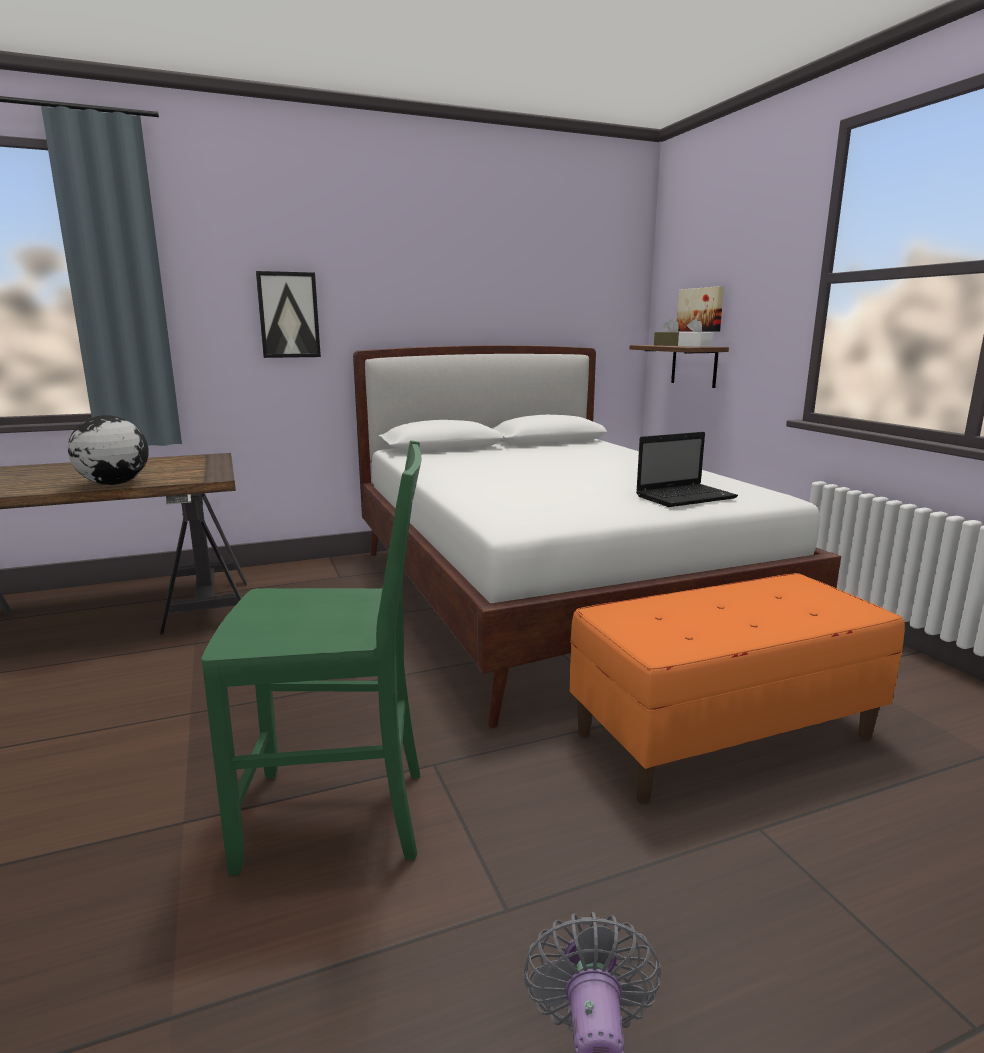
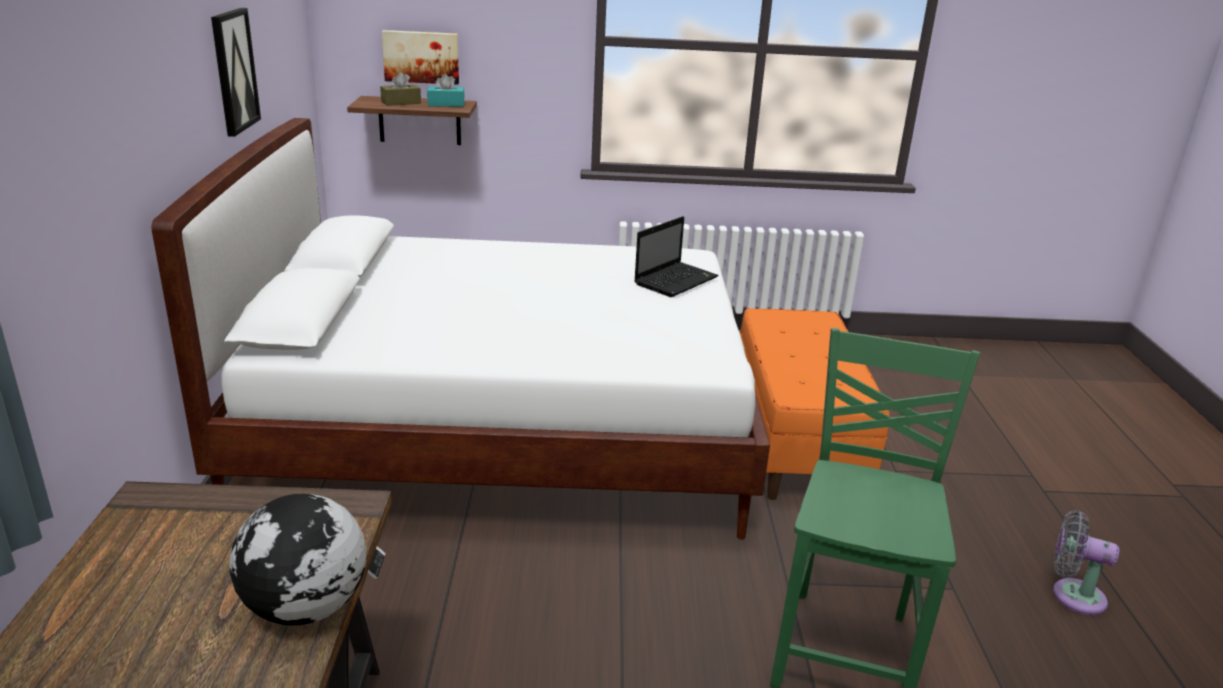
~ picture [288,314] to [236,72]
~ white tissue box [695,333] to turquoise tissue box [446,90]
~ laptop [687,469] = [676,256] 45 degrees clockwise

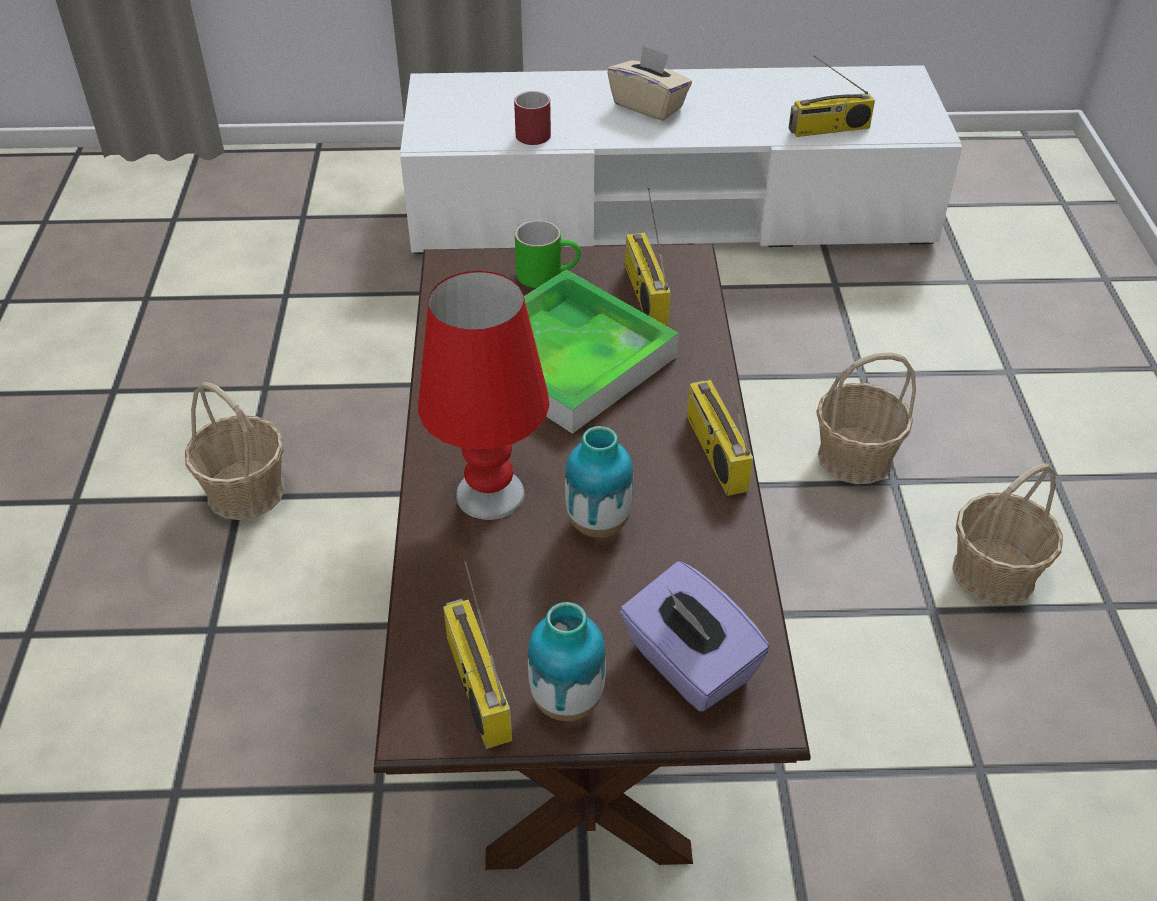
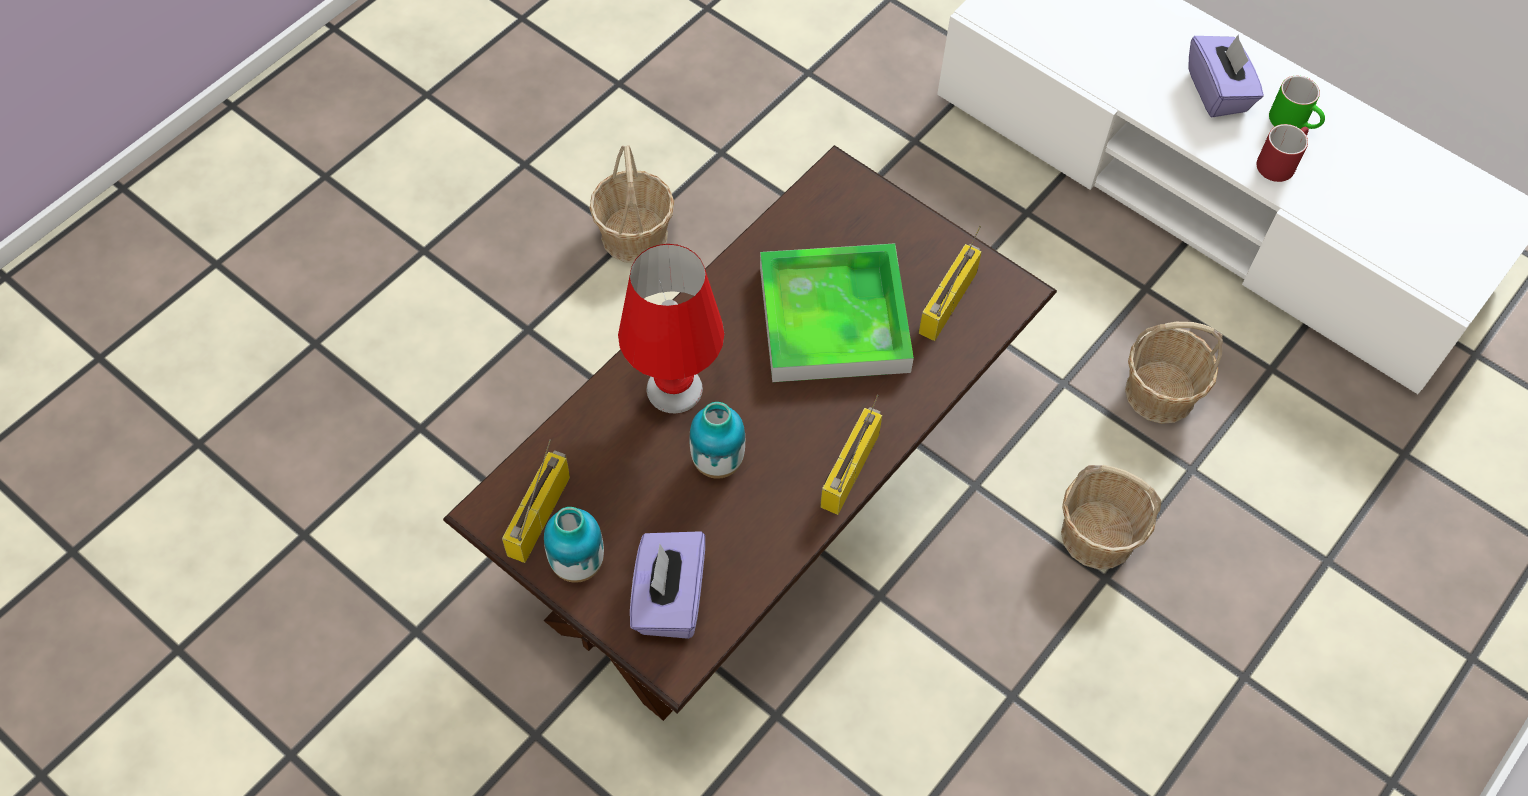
~ basket [1007,534] to [1174,373]
~ beige tissue box [649,83] to purple tissue box [1226,75]
~ red mug [532,118] to [1283,153]
~ green mug [548,254] to [1297,102]
- radio [832,96]

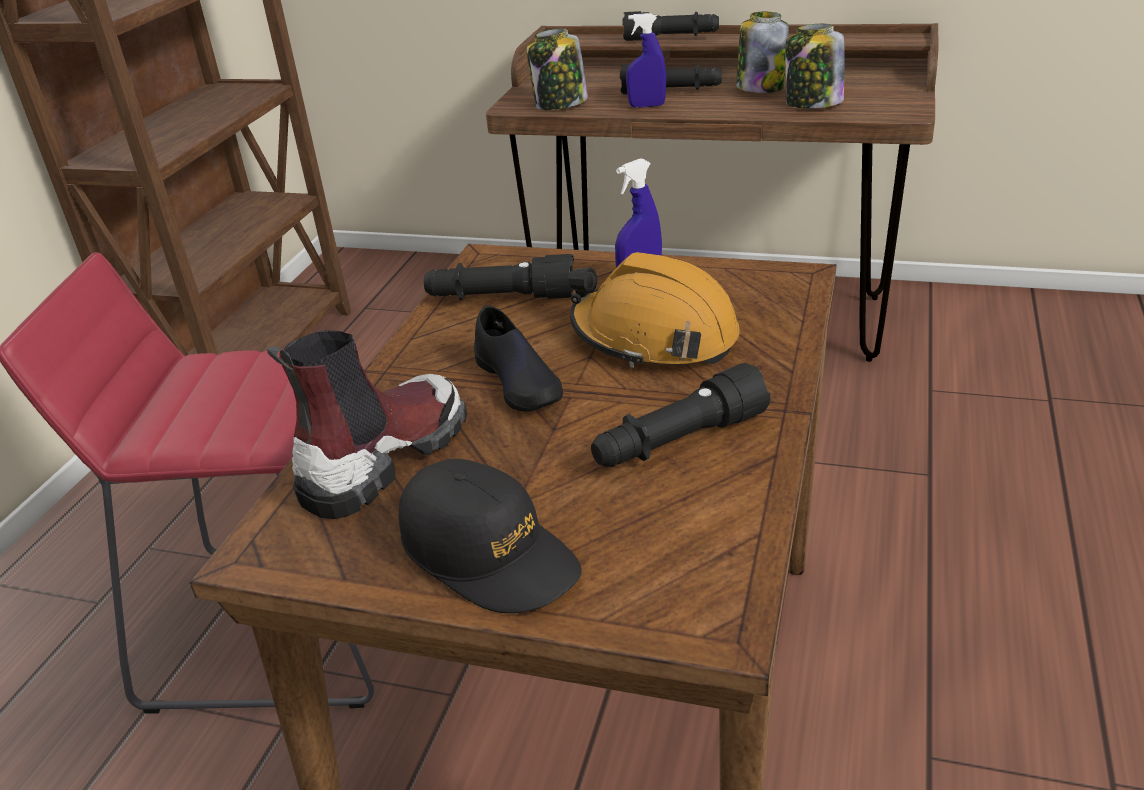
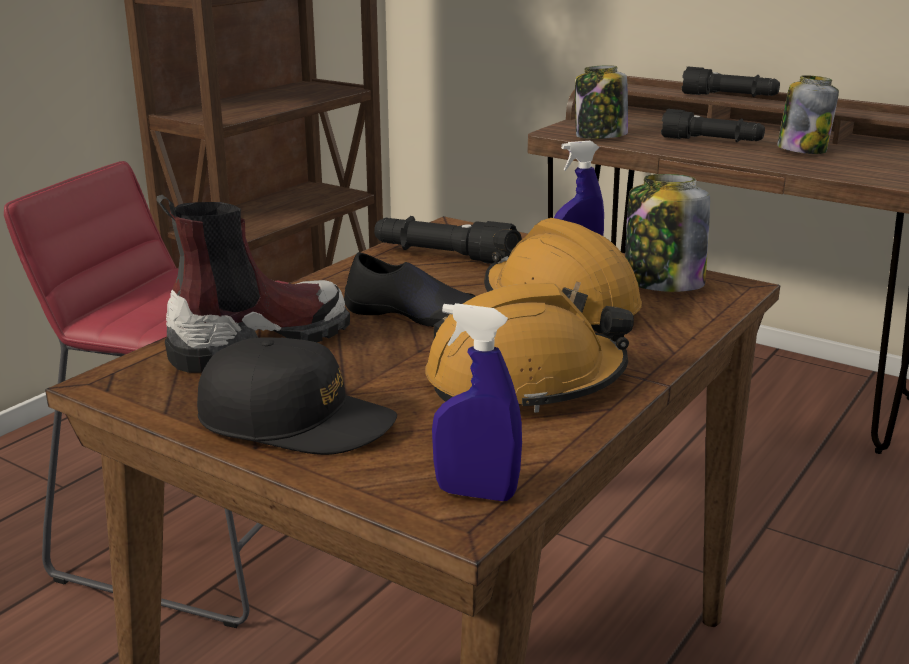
~ black cap [489,535] = [297,396] 45 degrees counterclockwise
~ black shoe [518,358] = [410,289] 60 degrees counterclockwise
~ black flashlight [680,415] to orange hard hat [529,348]
~ blue spray bottle [646,60] to [477,402]
~ jar [815,66] to [667,233]

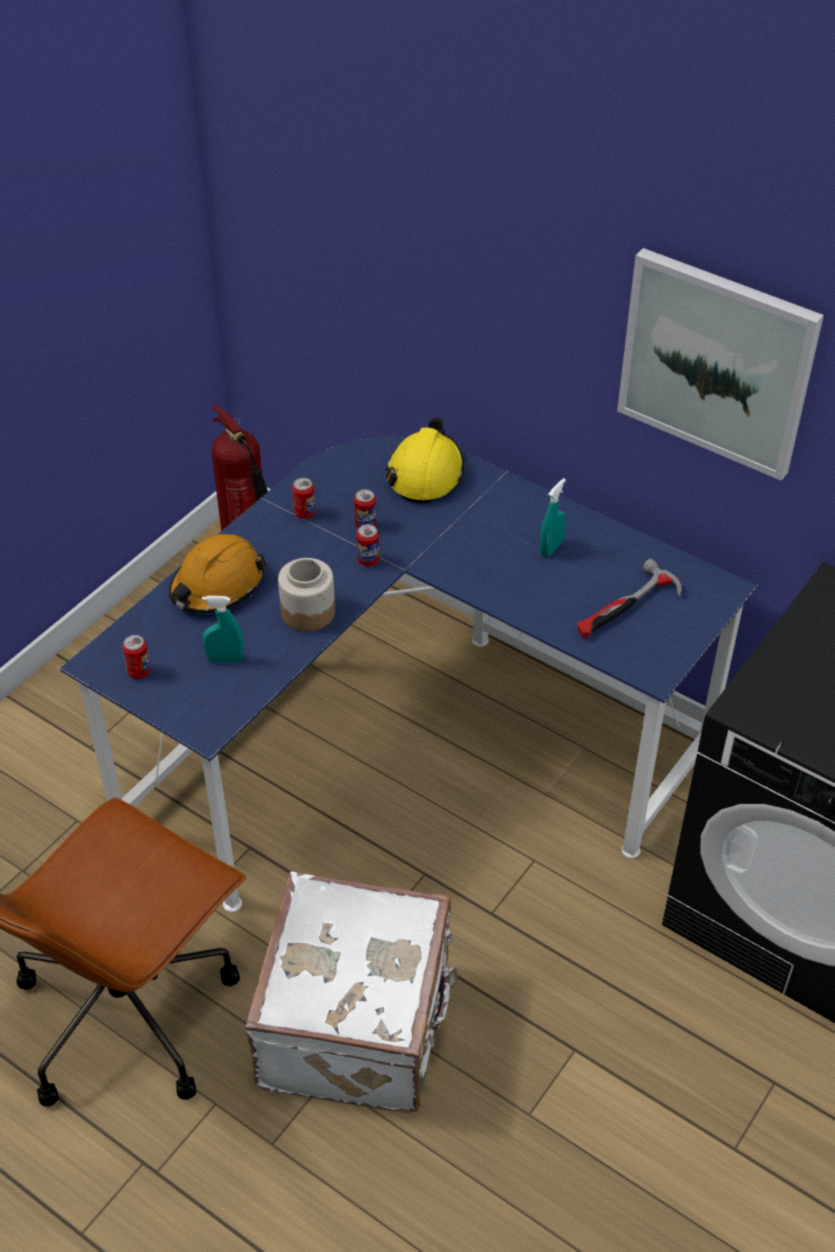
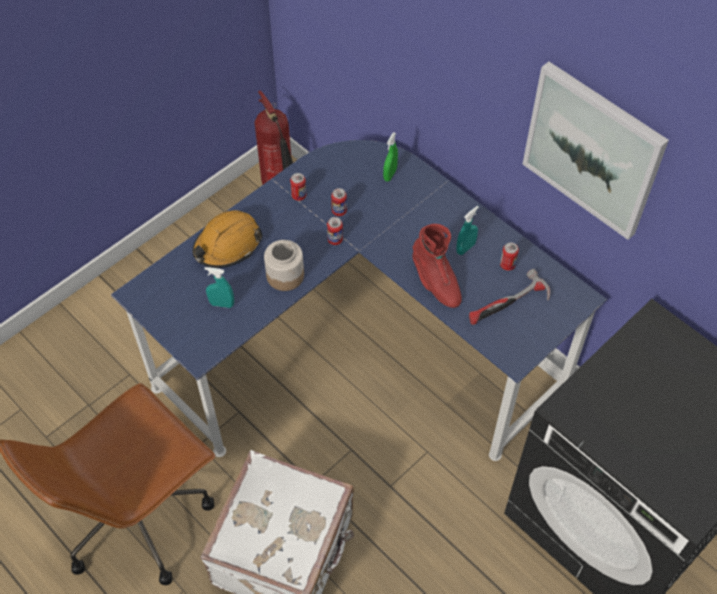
~ yellow hard hat [425,460] to green spray bottle [390,157]
+ red boot [437,266]
~ can [136,657] to [509,257]

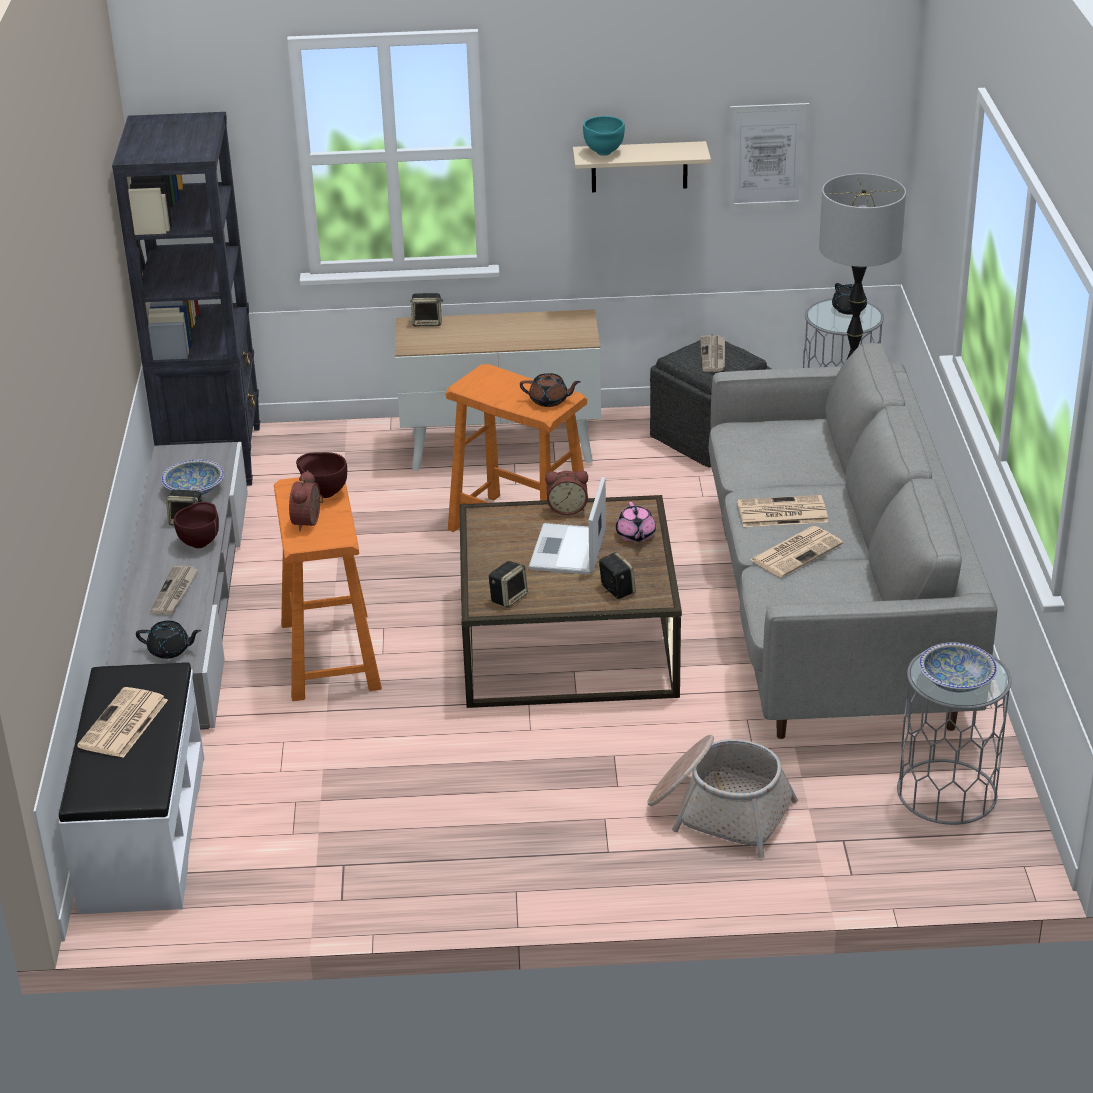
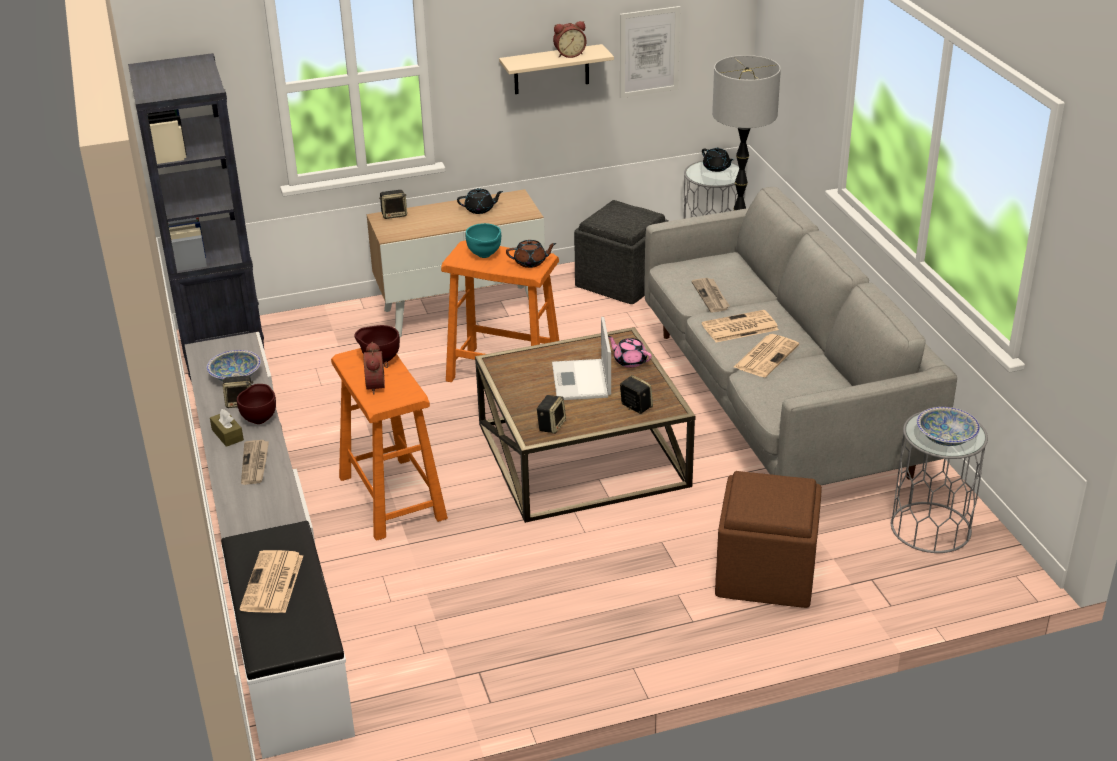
+ brown tissue box [227,428]
~ black teapot [168,639] to [480,201]
~ turquoise bowl [604,136] to [483,240]
~ alarm clock [566,492] to [569,39]
~ pink teapot [636,522] = [630,352] 150 degrees clockwise
~ newspaper [712,353] to [711,295]
~ basket [722,796] to brown ottoman [768,539]

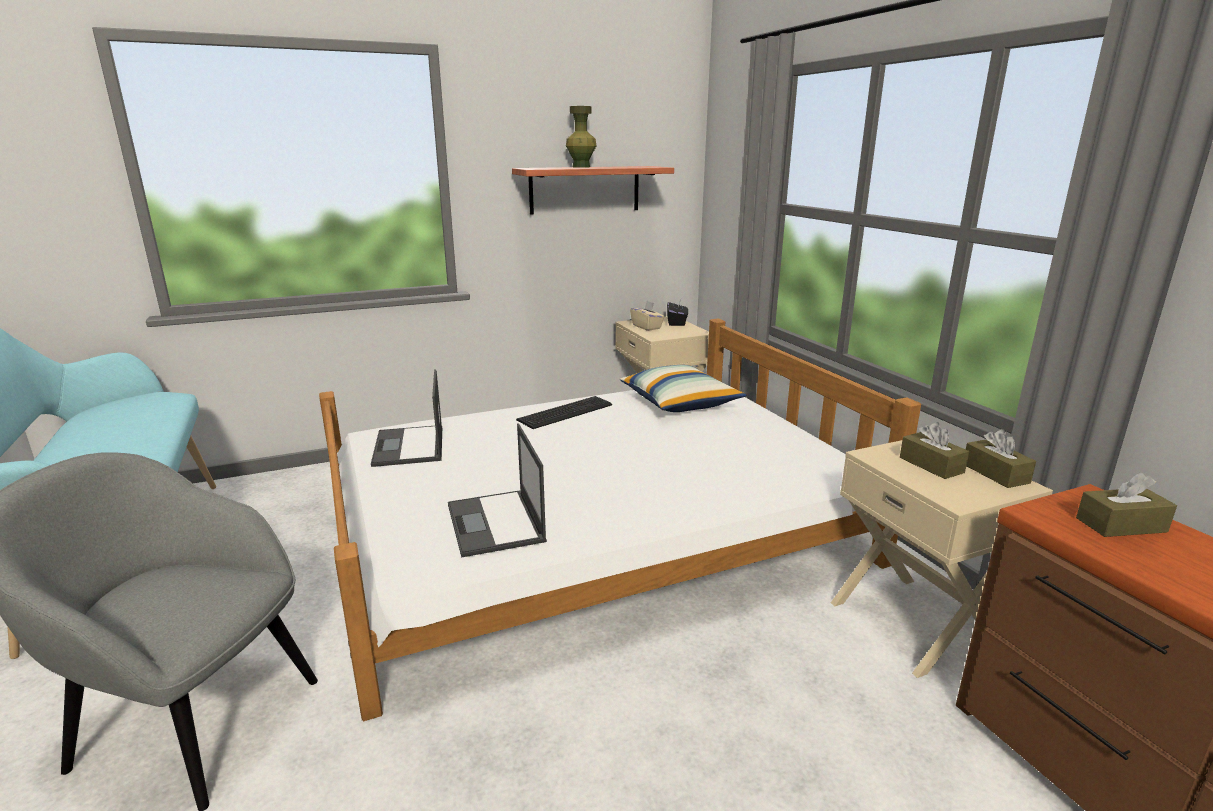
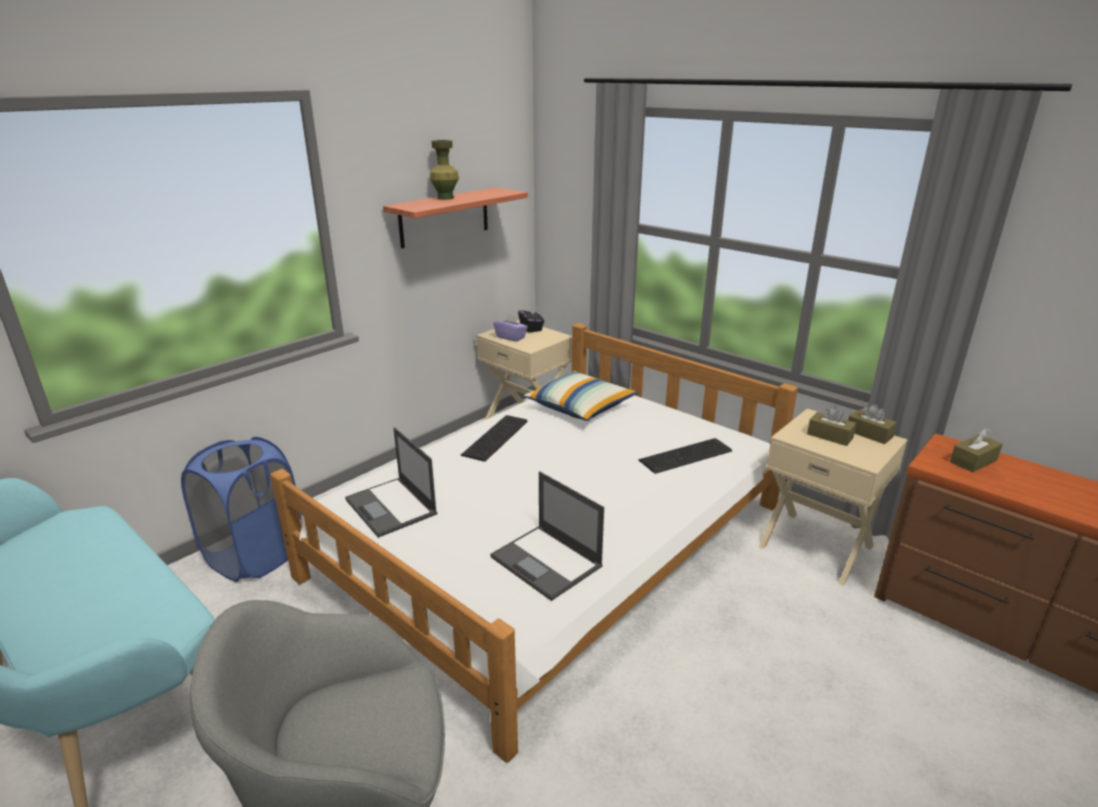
+ blue laundry basket [241,509]
~ beige tissue box [647,316] to purple tissue box [510,328]
+ keyboard [685,456]

